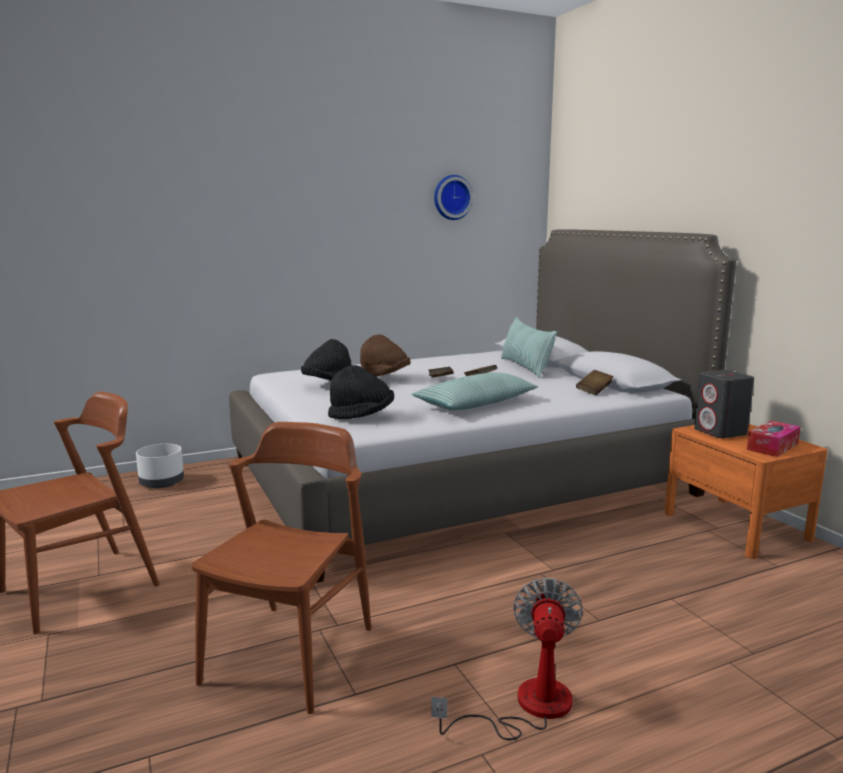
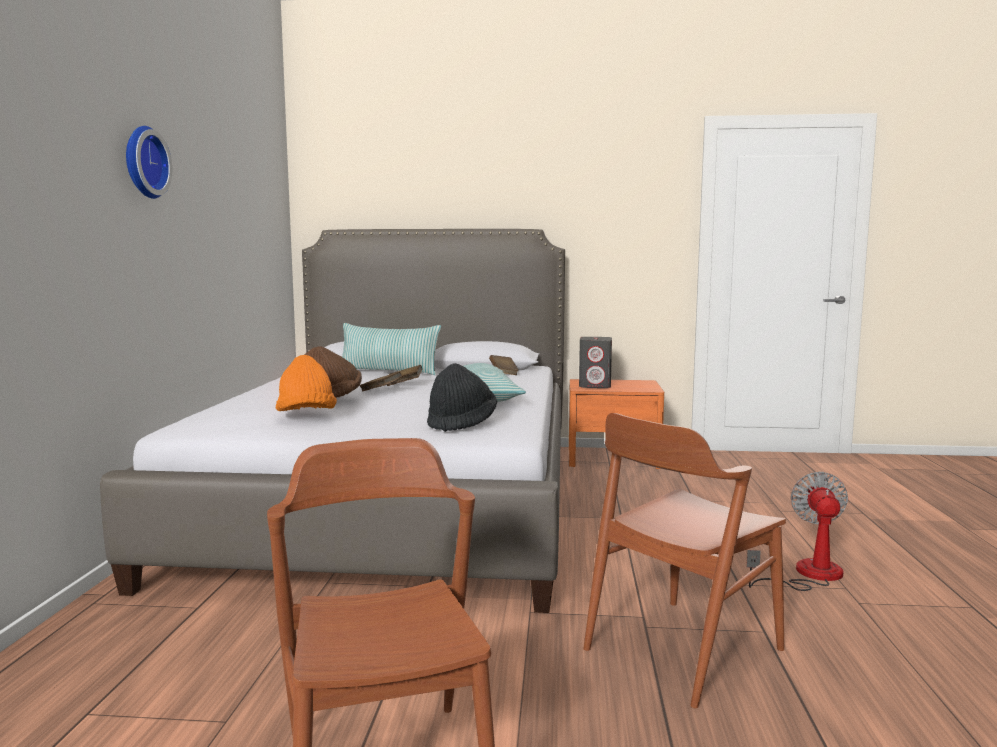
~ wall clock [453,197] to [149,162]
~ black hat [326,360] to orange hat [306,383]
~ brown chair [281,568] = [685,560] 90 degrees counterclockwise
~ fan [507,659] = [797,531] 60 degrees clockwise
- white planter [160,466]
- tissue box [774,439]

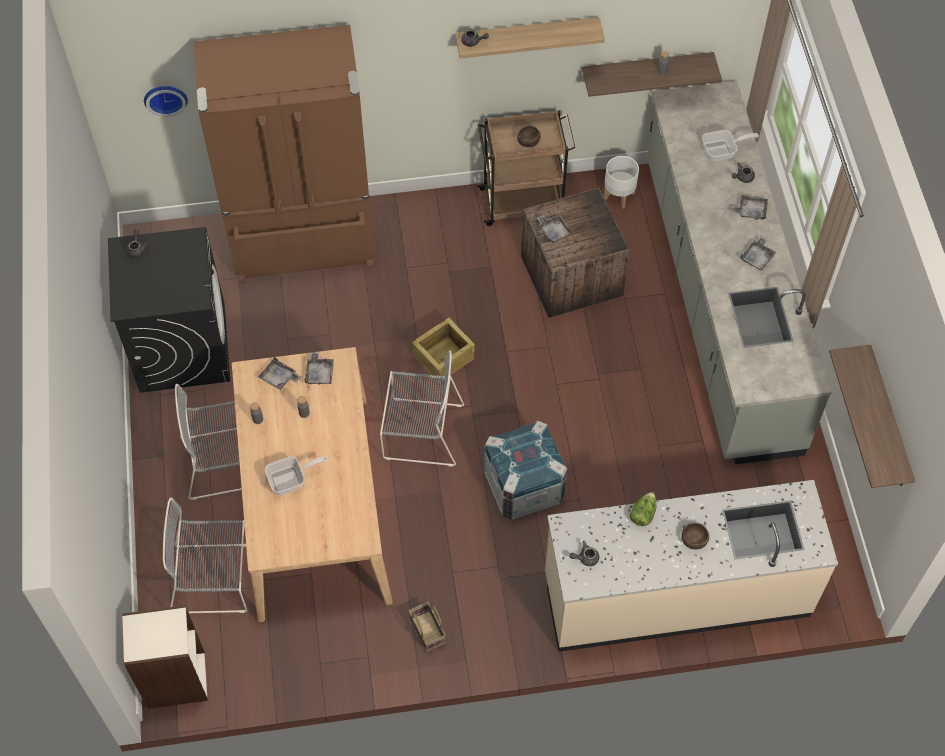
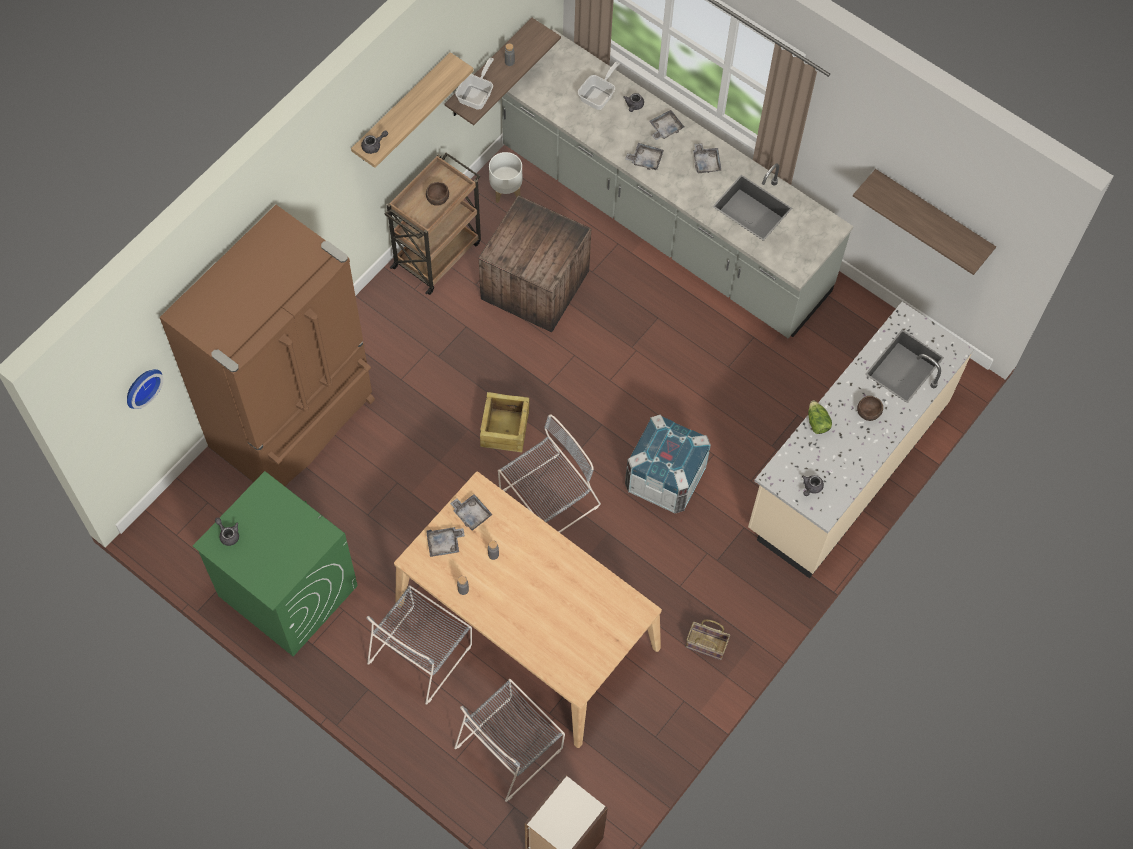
~ black washing machine [169,310] to green washing machine [275,563]
~ frying pan [296,475] to [474,84]
~ grey tray [555,228] to [644,156]

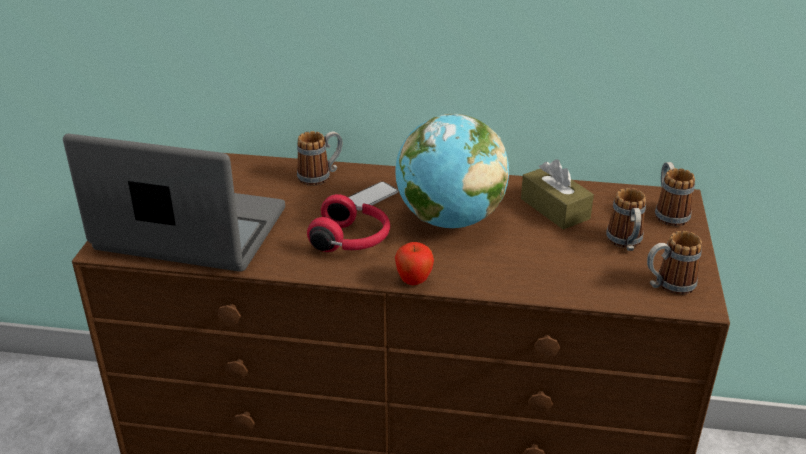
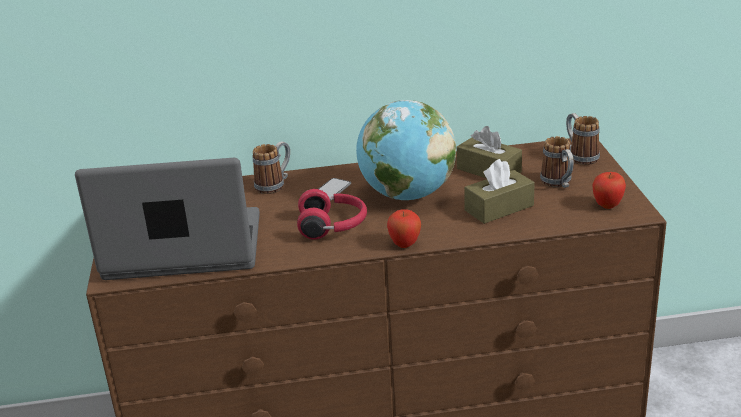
+ brown tissue box [499,191]
~ mug [674,263] to apple [609,190]

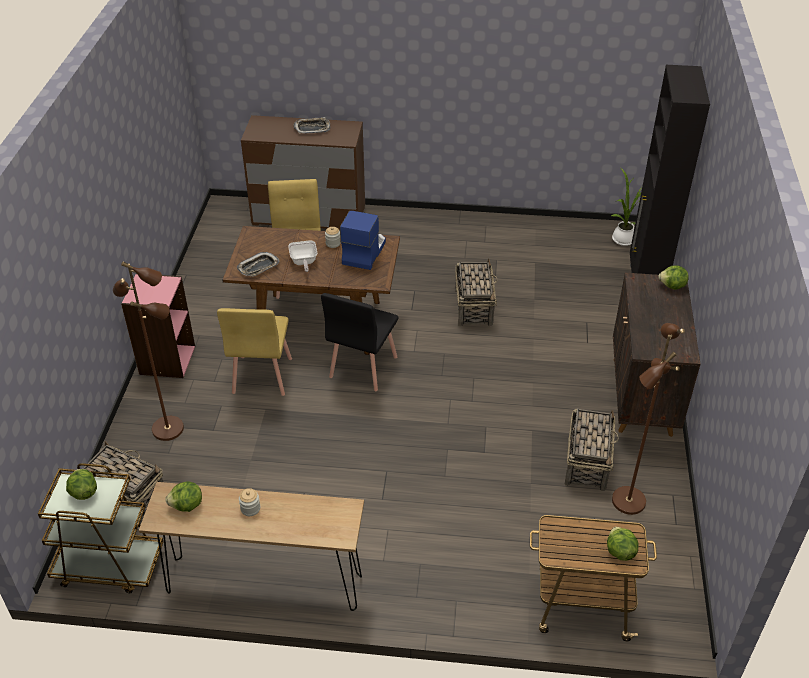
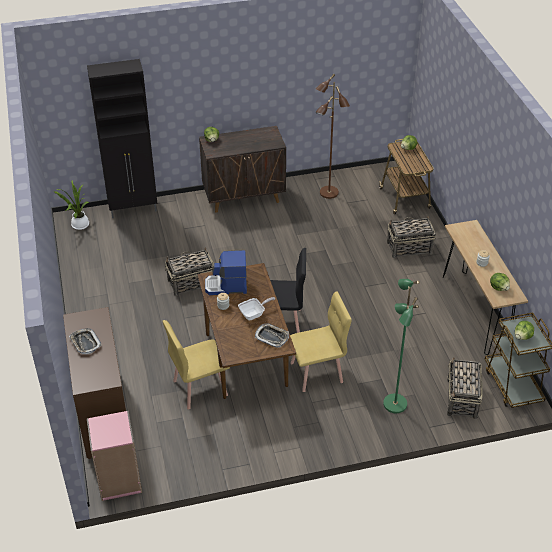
~ pink bookcase [158,325] to [114,456]
~ brown floor lamp [148,351] to green floor lamp [401,346]
~ basket [592,450] to [411,237]

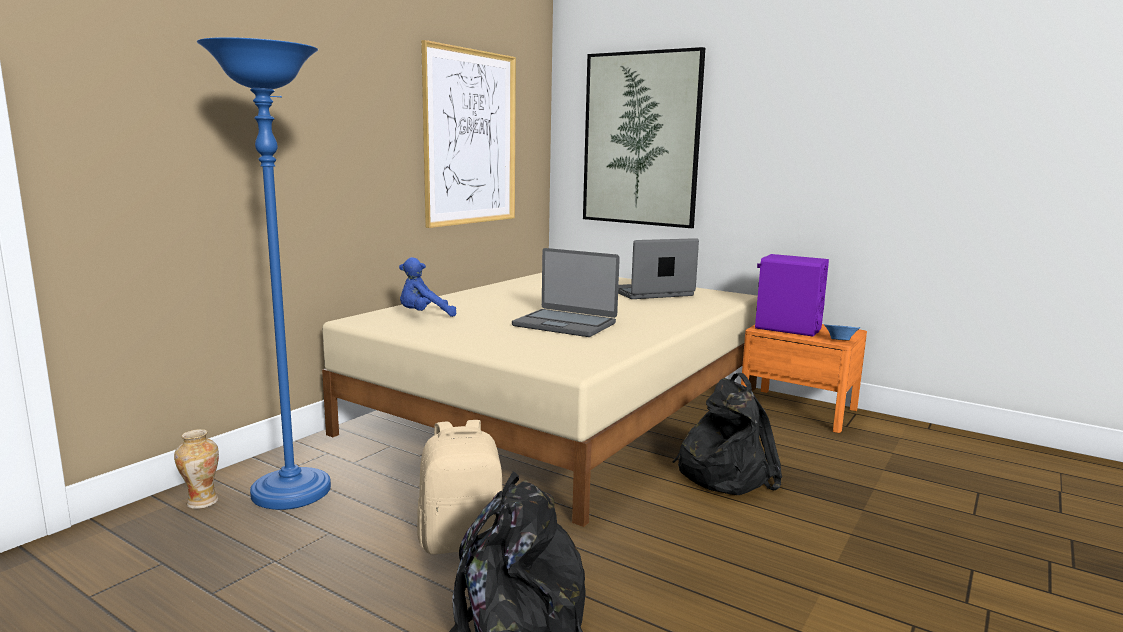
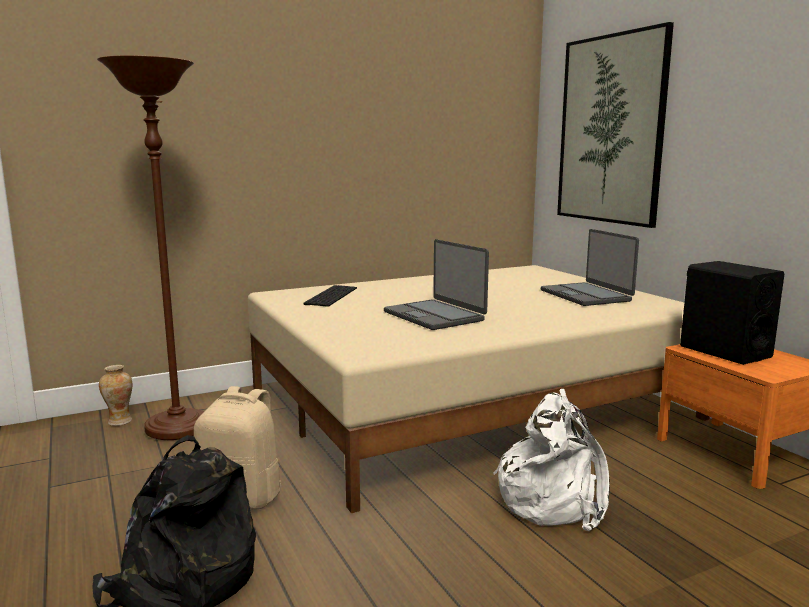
~ blue floor lamp [264,273] to brown floor lamp [150,247]
~ blue plush toy [428,287] to keyboard [330,296]
~ black backpack [727,434] to white backpack [551,460]
~ laptop [658,268] = [590,267] 120 degrees counterclockwise
~ purple speaker [792,295] to black speaker [732,313]
- picture [468,134]
- blue bowl [842,332]

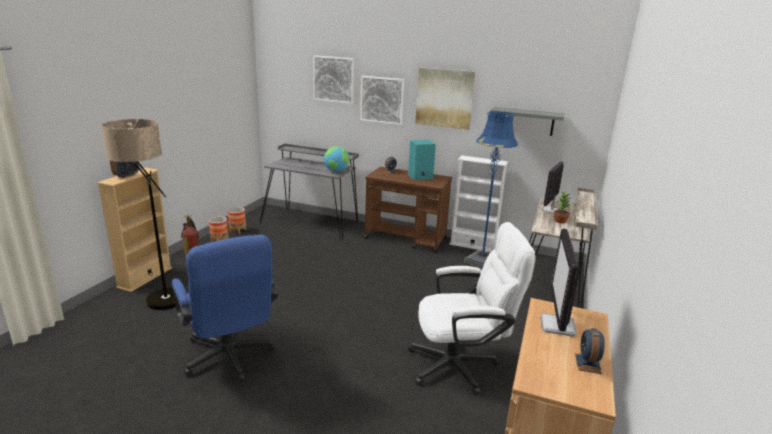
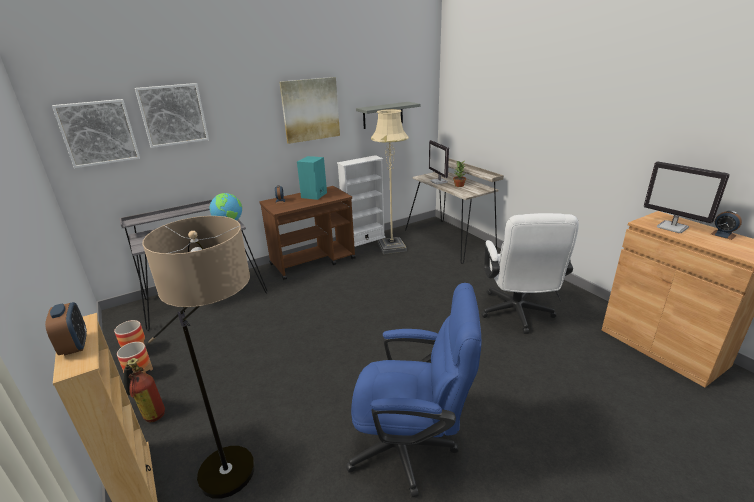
~ picture [382,100] to [96,133]
~ blue floor lamp [491,190] to beige floor lamp [390,181]
~ white office chair [472,308] = [530,273] 150 degrees clockwise

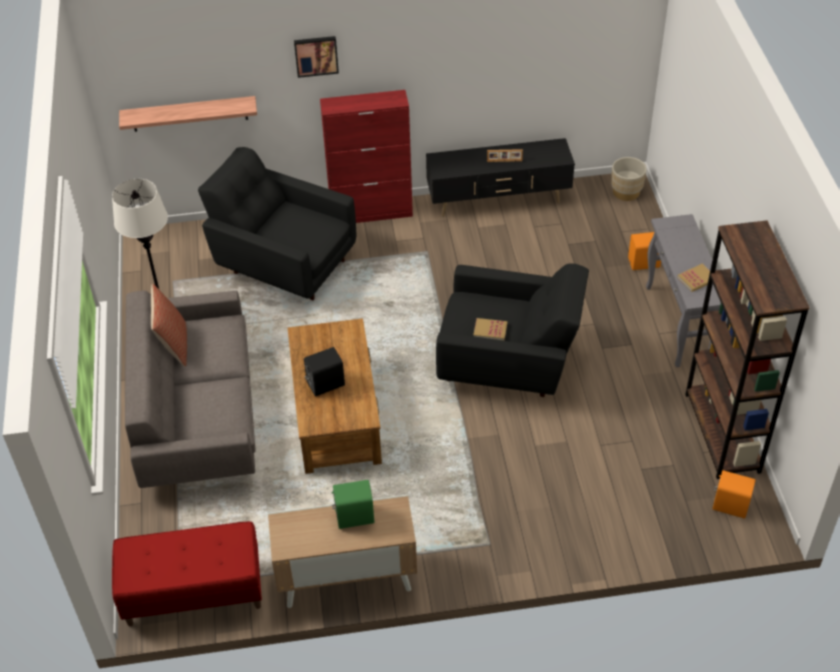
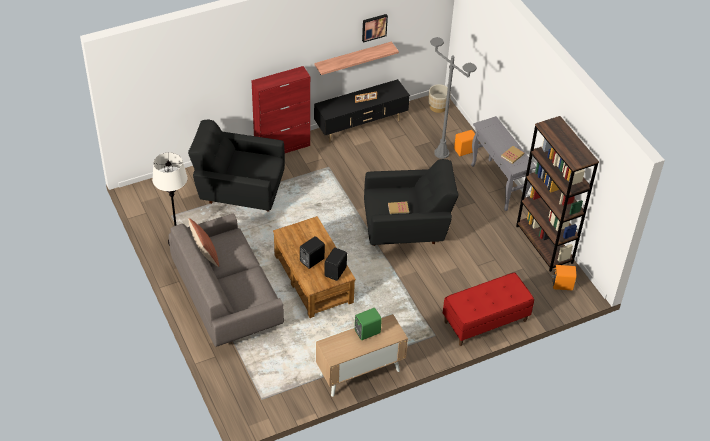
~ shelf [188,114] to [357,58]
+ black speaker [335,264]
~ picture [316,57] to [375,28]
+ grey floor lamp [453,98]
~ red bench [187,573] to [488,309]

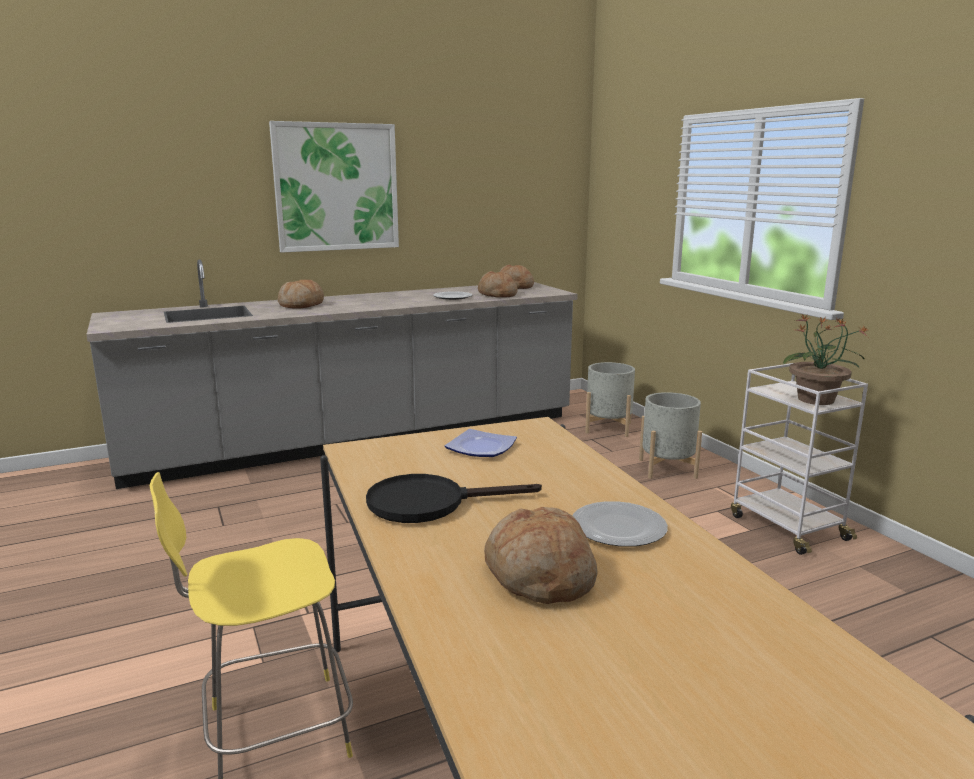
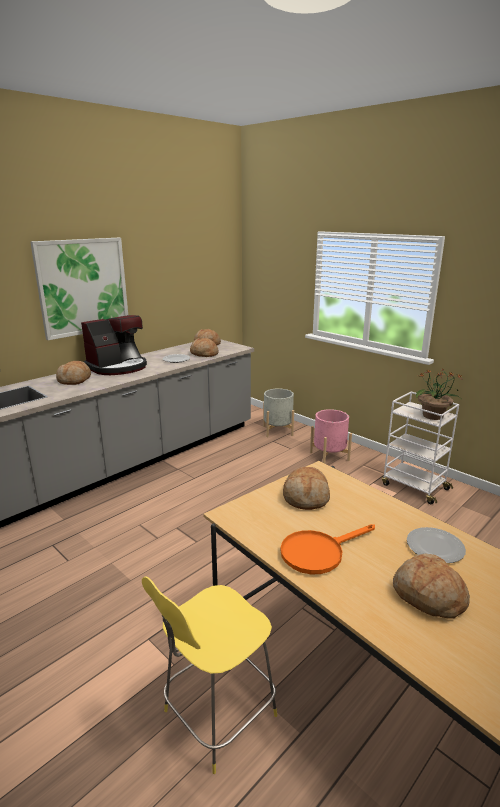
+ coffee machine [114,345]
~ black frying pan [454,498] to orange frying pan [328,549]
~ plate [480,443] to bread [306,488]
~ grey planter [670,435] to pink planter [331,436]

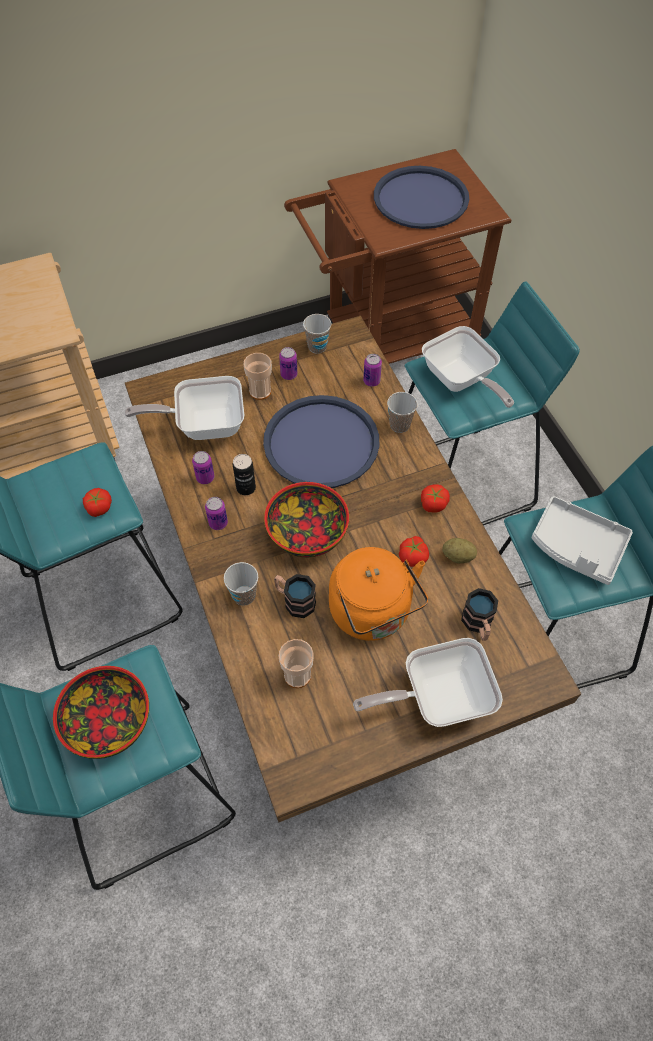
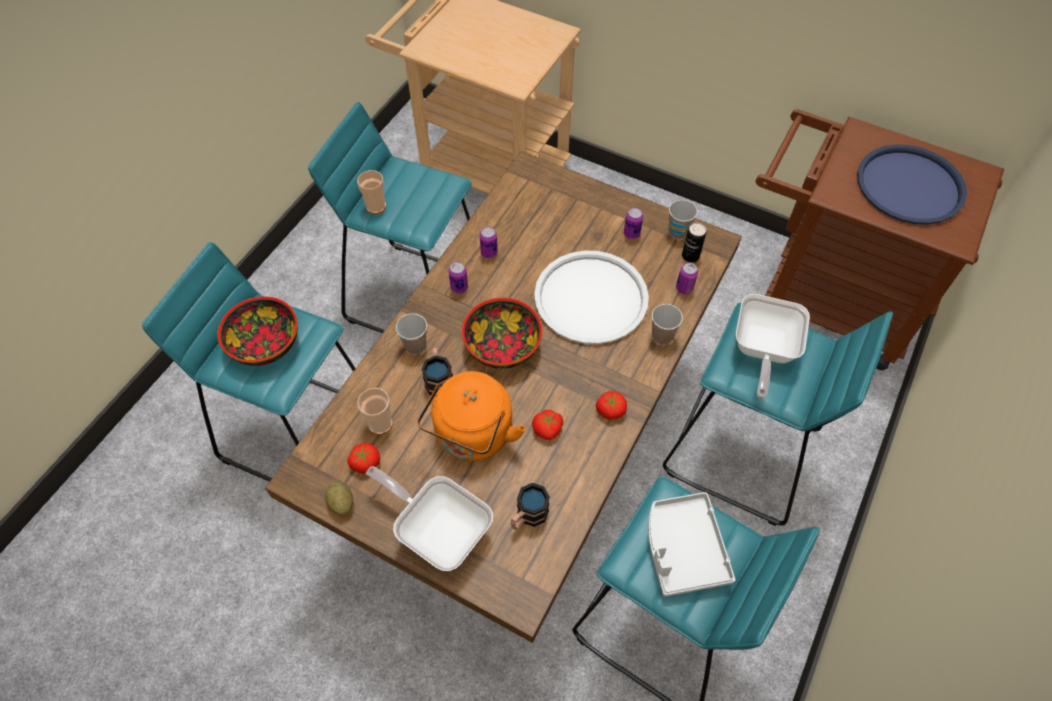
~ potato [459,550] to [339,498]
~ tomato [97,502] to [364,458]
~ cup [257,376] to [371,192]
~ blue tray [321,441] to white tray [591,297]
~ can [244,474] to [694,243]
- frying pan [184,408]

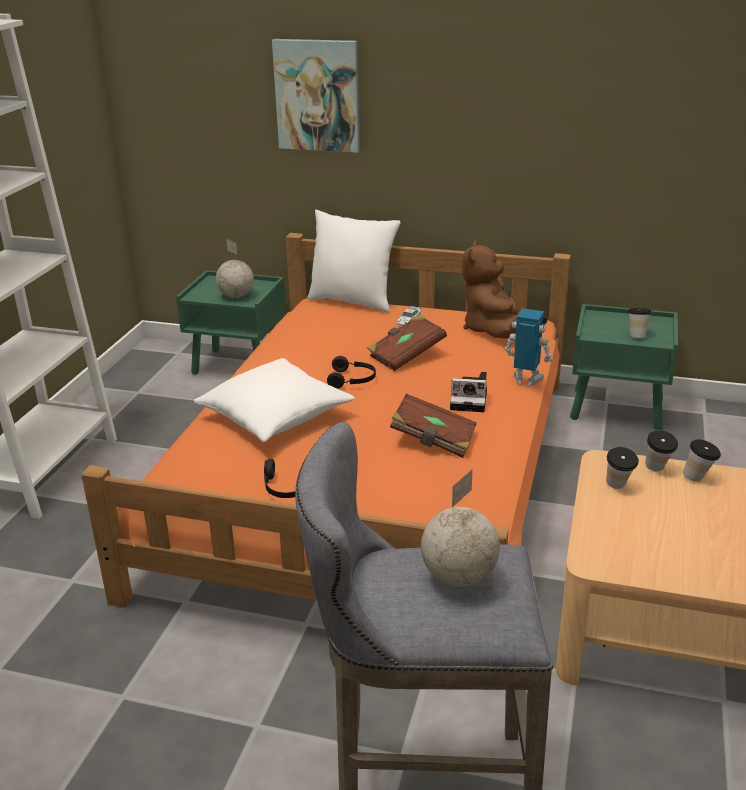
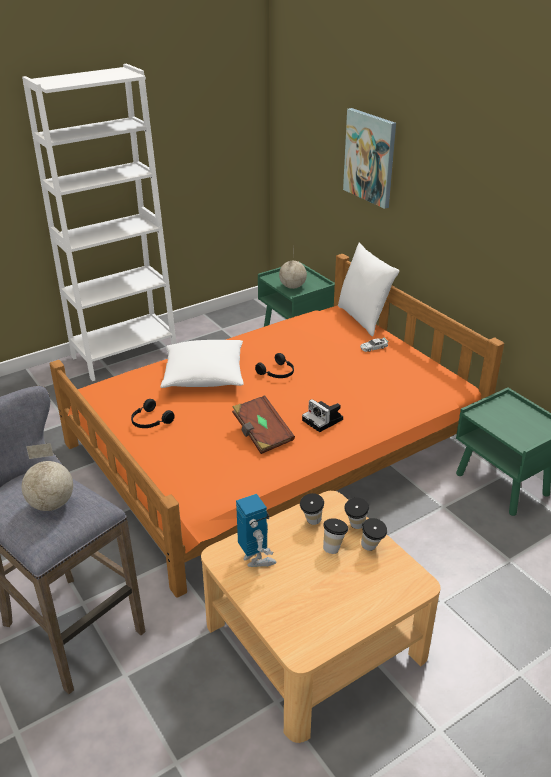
~ toy robot [528,347] to [256,530]
~ cup [640,323] to [336,536]
- brown book [407,342]
- brown plush toy [490,289]

